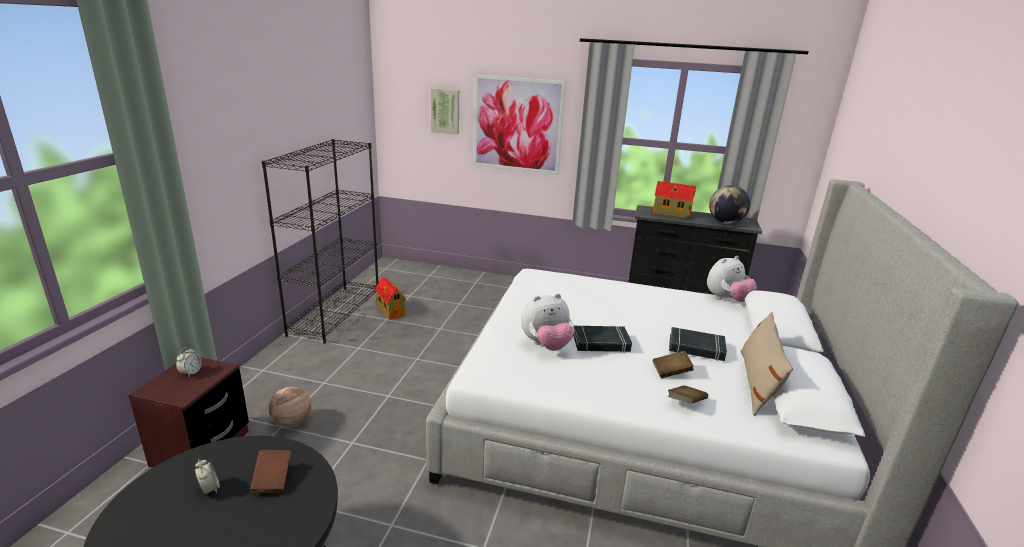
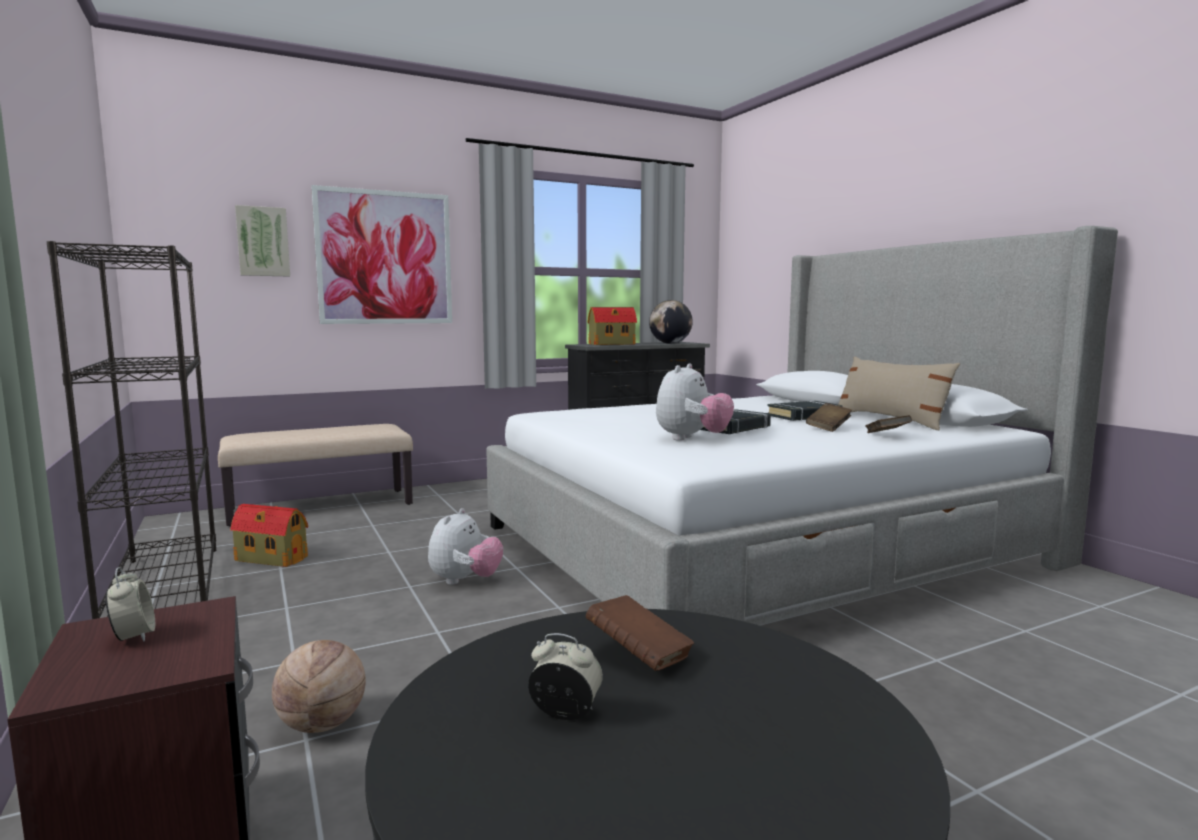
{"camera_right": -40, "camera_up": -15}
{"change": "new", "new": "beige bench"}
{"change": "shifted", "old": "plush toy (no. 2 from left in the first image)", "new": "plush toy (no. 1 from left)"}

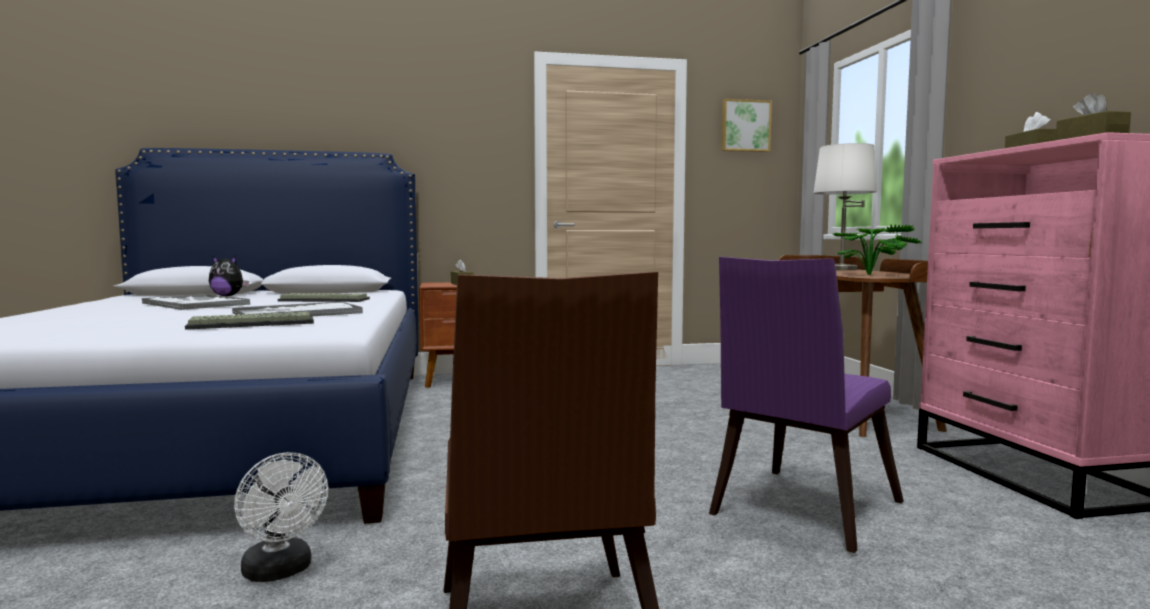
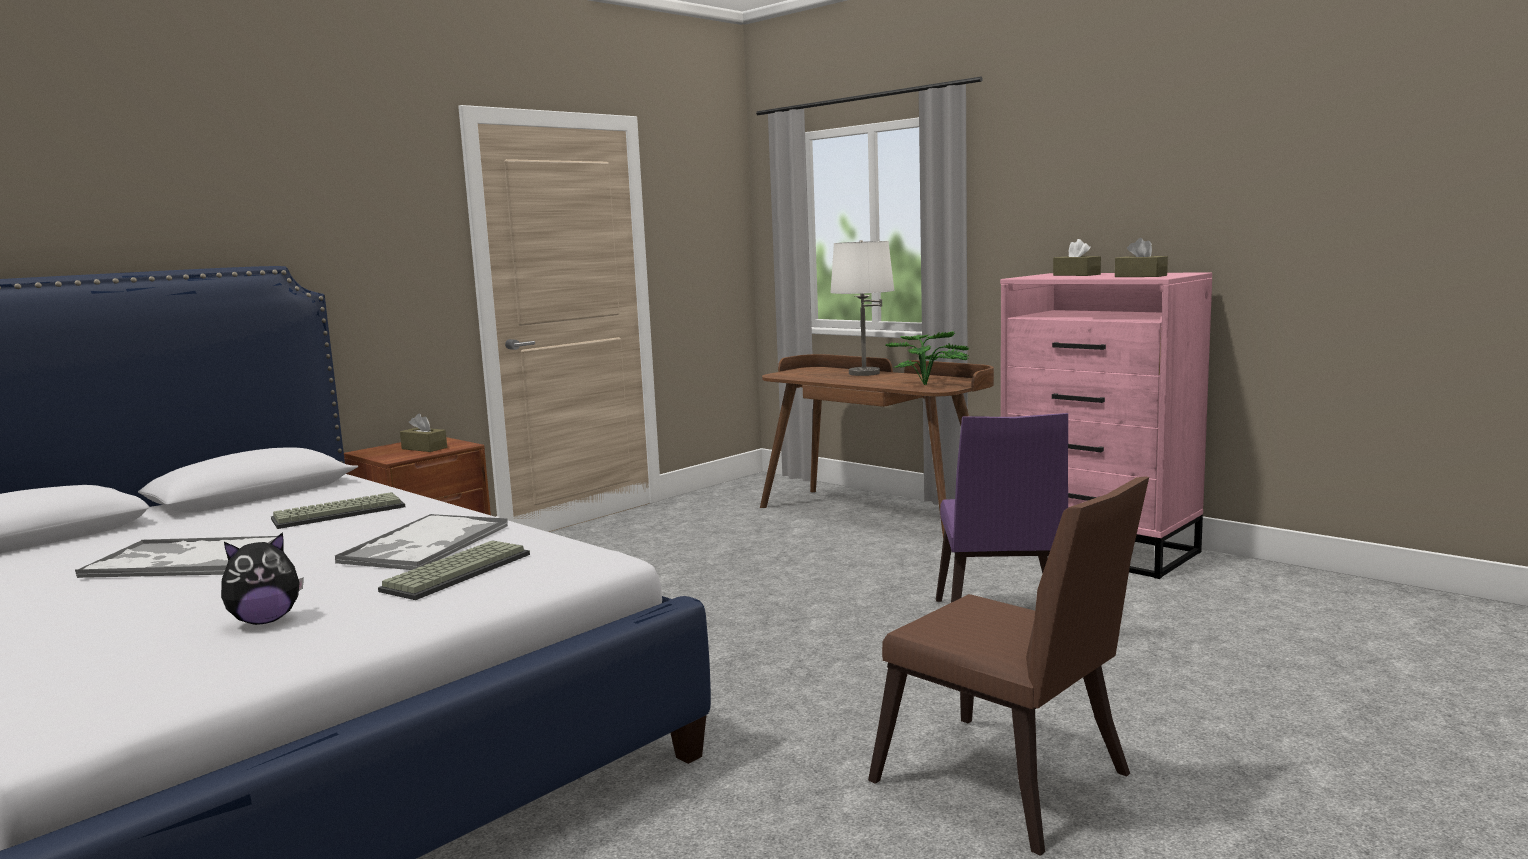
{"camera_right": -35, "camera_up": 5}
{"change": "gone", "old": "white fan"}
{"change": "gone", "old": "picture"}
{"change": "shifted", "old": "plush toy"}

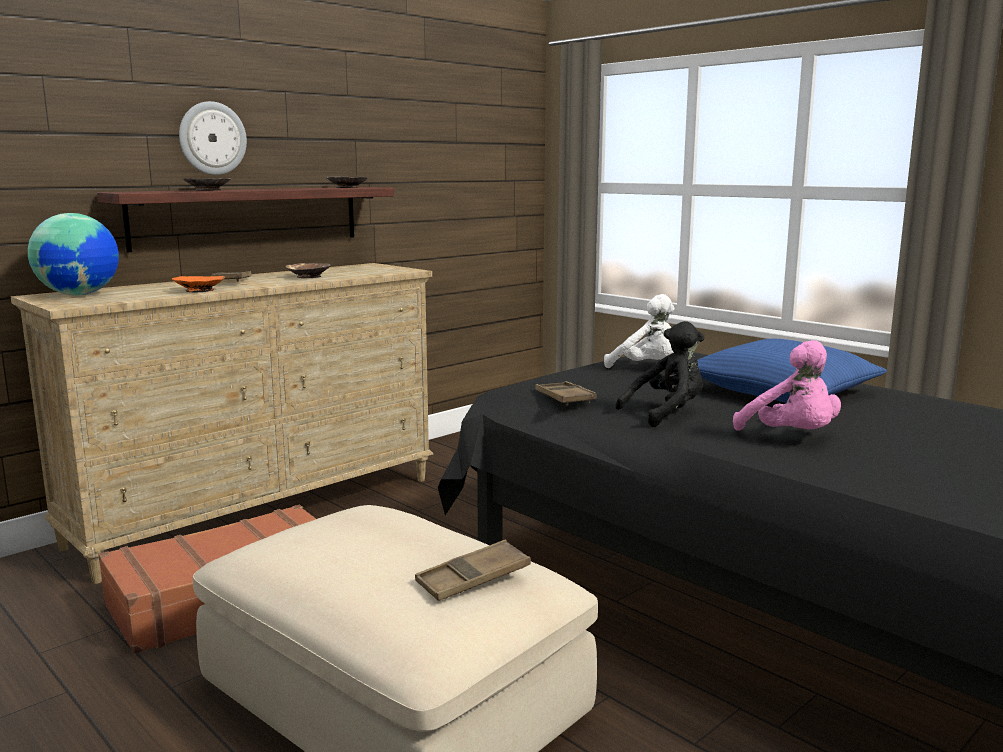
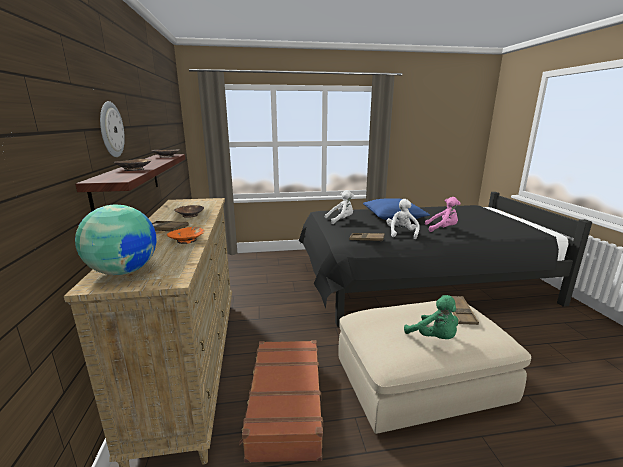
{"camera_right": -55, "camera_up": 5}
{"change": "new", "new": "green plush toy"}
{"change": "repainted", "old": "black plush toy", "new": "white plush toy (no. 2 from left)"}

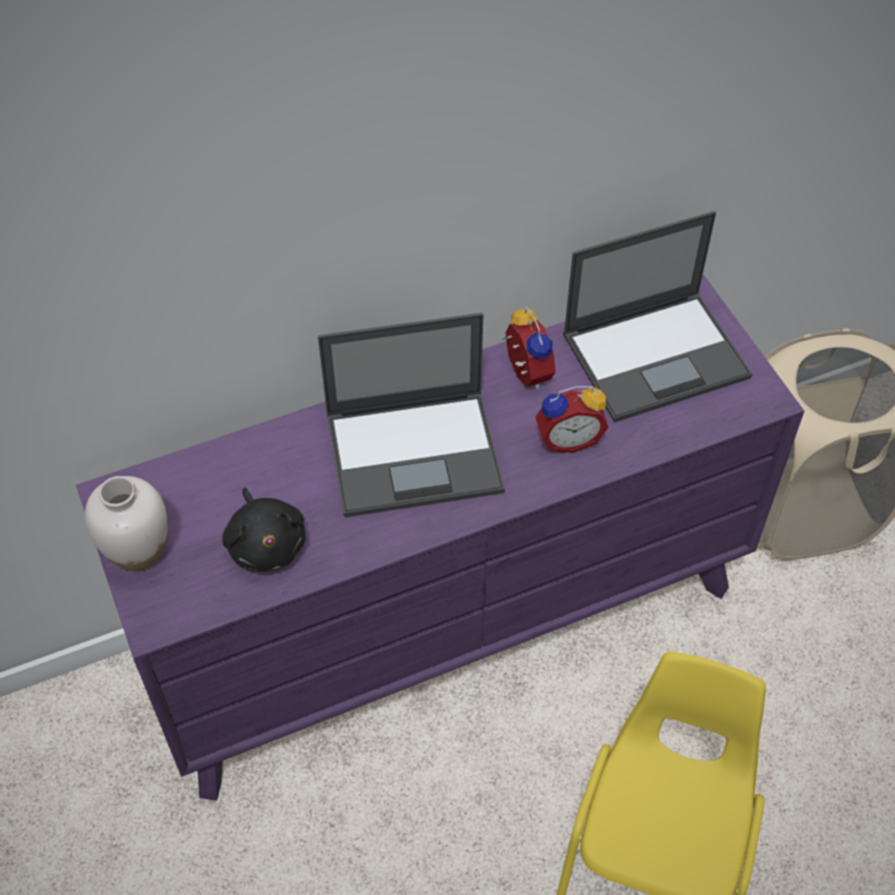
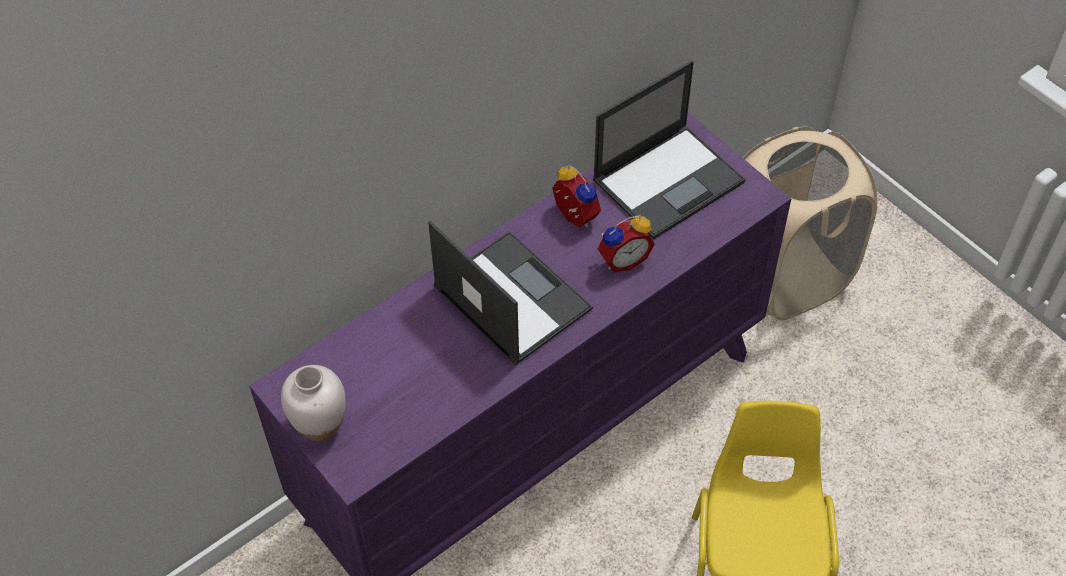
{"camera_right": -15, "camera_up": 0}
{"change": "gone", "old": "black plush toy"}
{"change": "rotated", "old": "laptop (no. 1 from left)", "degrees": -105}

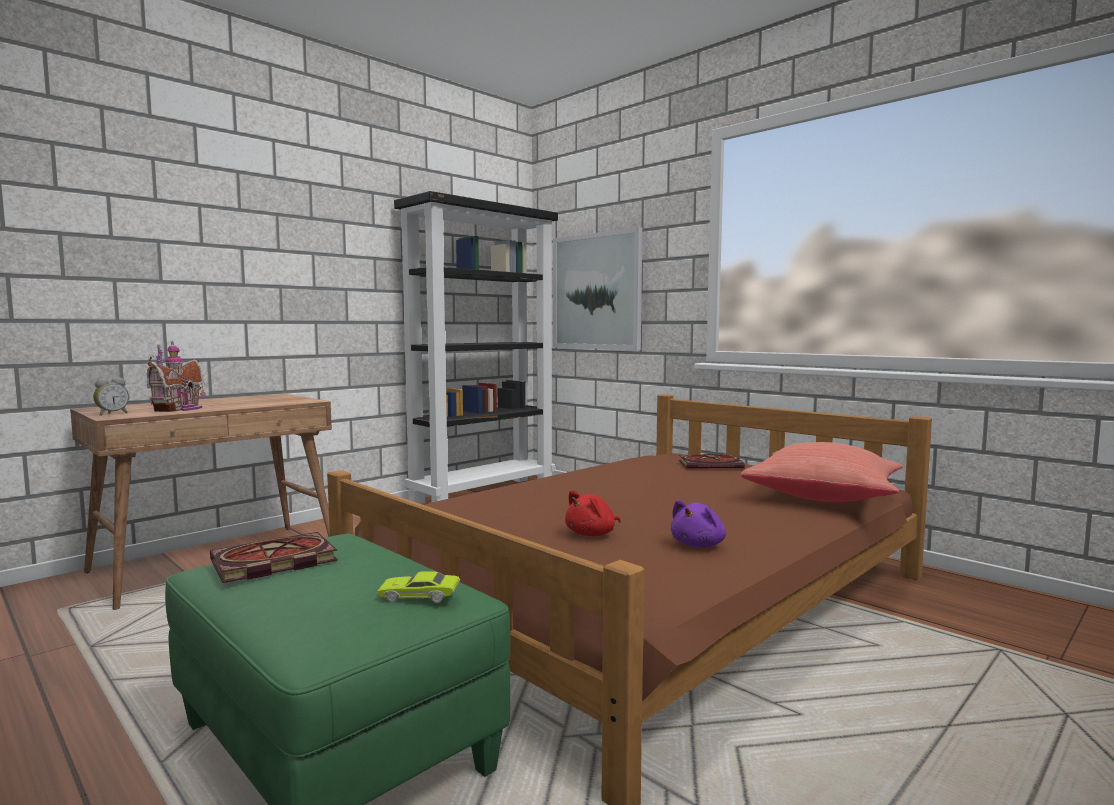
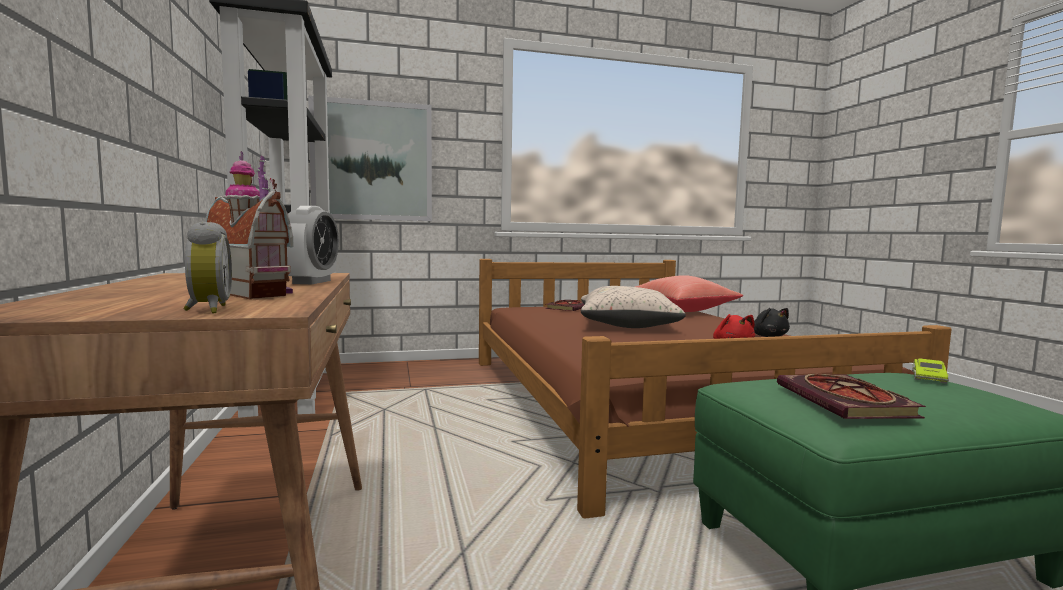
{"camera_right": -60, "camera_up": 0}
{"change": "new", "new": "alarm clock (no. 2 from left)"}
{"change": "new", "new": "beige pillow"}
{"change": "repainted", "old": "purple plush toy", "new": "black plush toy"}

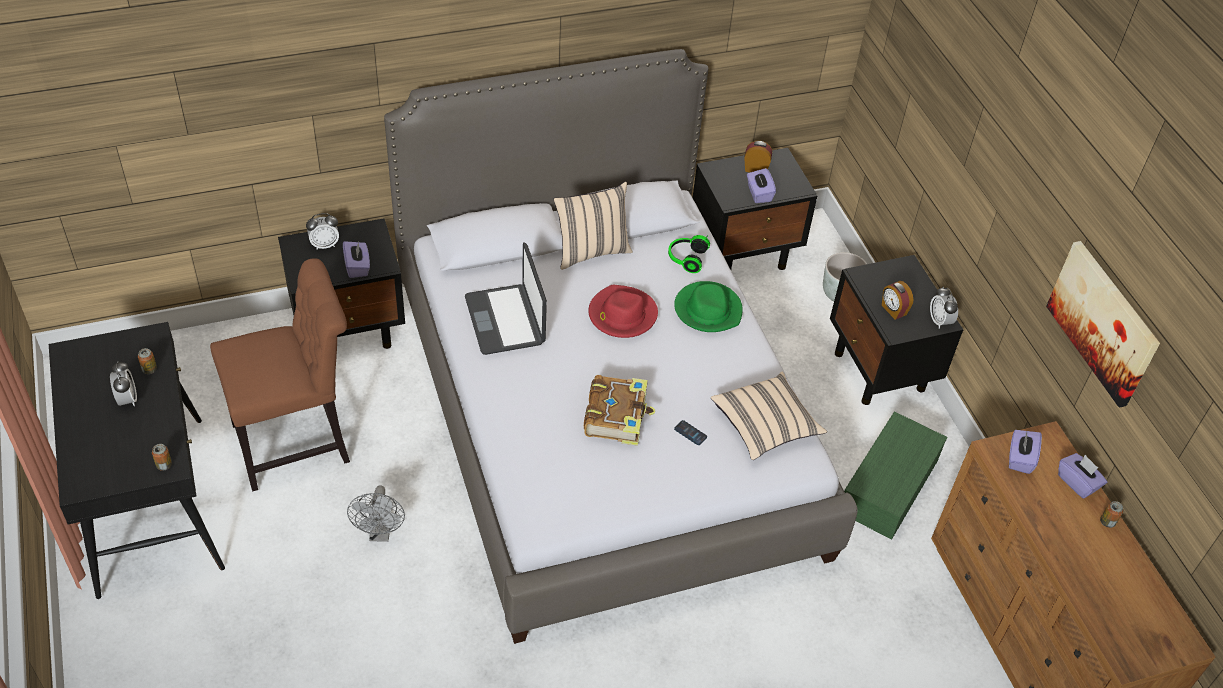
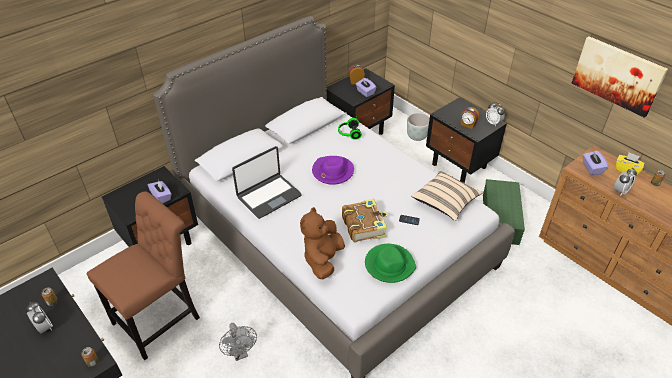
{"camera_right": -20, "camera_up": -5}
{"change": "gone", "old": "beige pillow (no. 1 from left)"}
{"change": "new", "new": "brown plush toy"}
{"change": "shifted", "old": "alarm clock (no. 2 from left in the first image)", "new": "alarm clock (no. 5 from left)"}
{"change": "shifted", "old": "green hat"}
{"change": "repainted", "old": "red hat", "new": "purple hat"}
{"change": "repainted", "old": "purple tissue box (no. 4 from left)", "new": "yellow tissue box"}
{"change": "rotated", "old": "laptop", "degrees": -90}

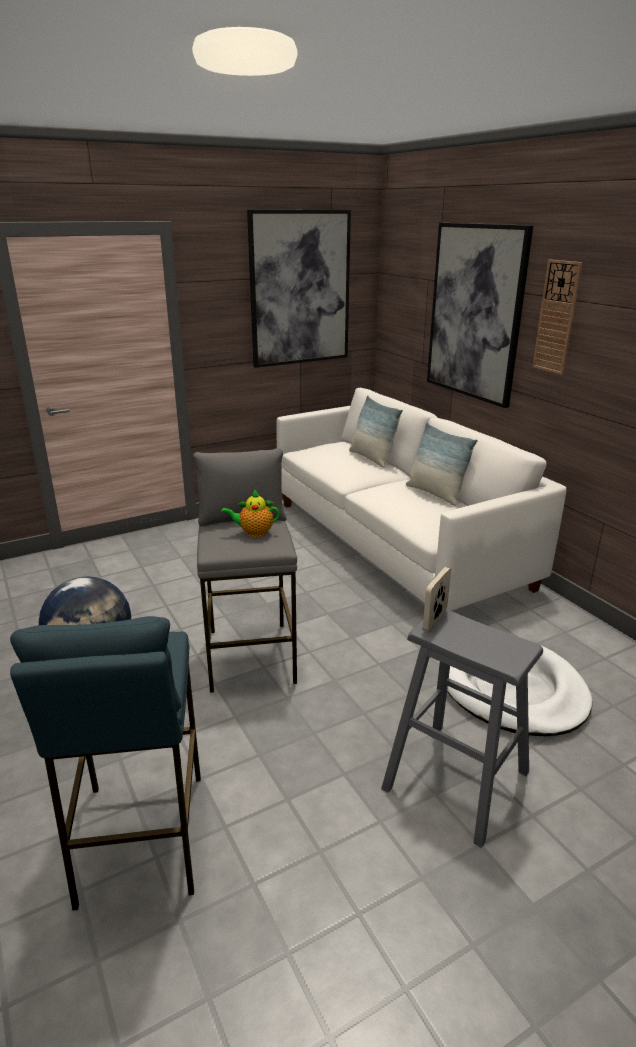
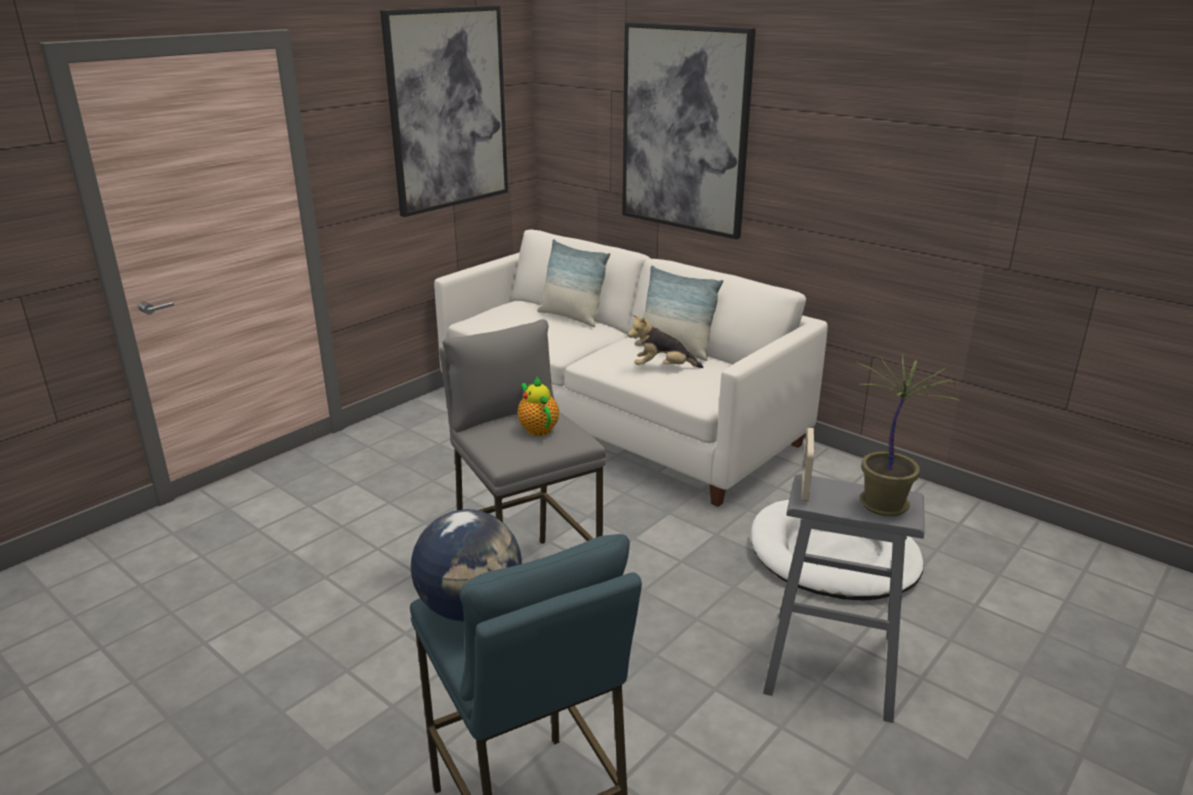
{"camera_right": -20, "camera_up": 0}
{"change": "gone", "old": "wall clock"}
{"change": "new", "new": "plush toy"}
{"change": "new", "new": "potted plant"}
{"change": "rotated", "old": "teapot", "degrees": 90}

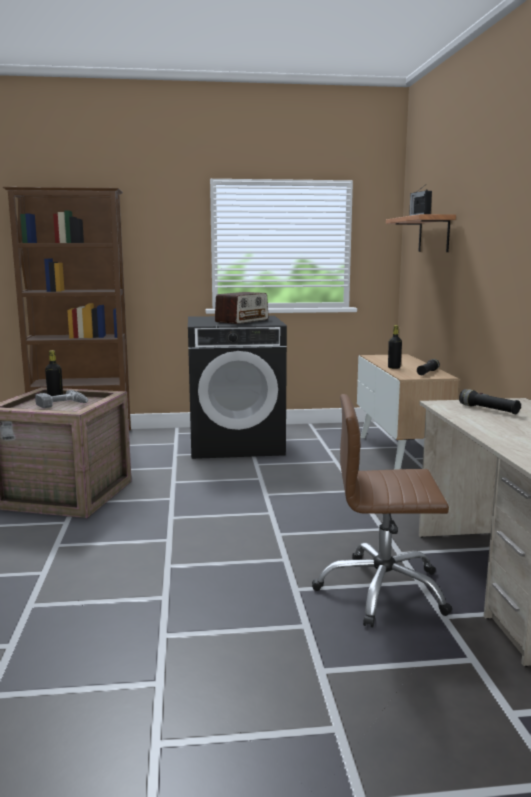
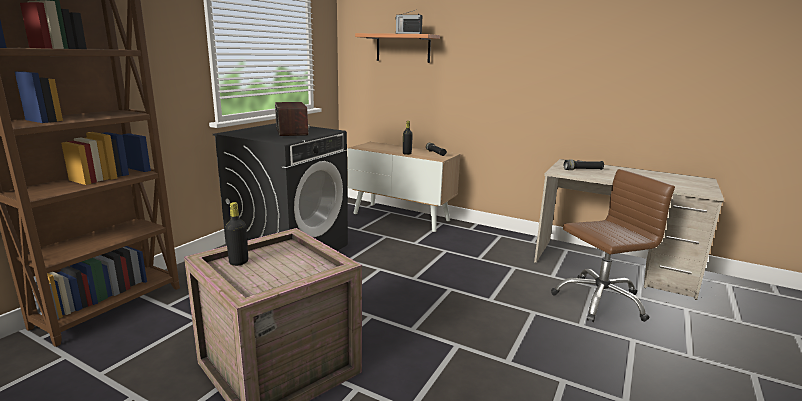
{"camera_right": -55, "camera_up": 5}
{"change": "gone", "old": "power drill"}
{"change": "rotated", "old": "brown office chair", "degrees": -150}

